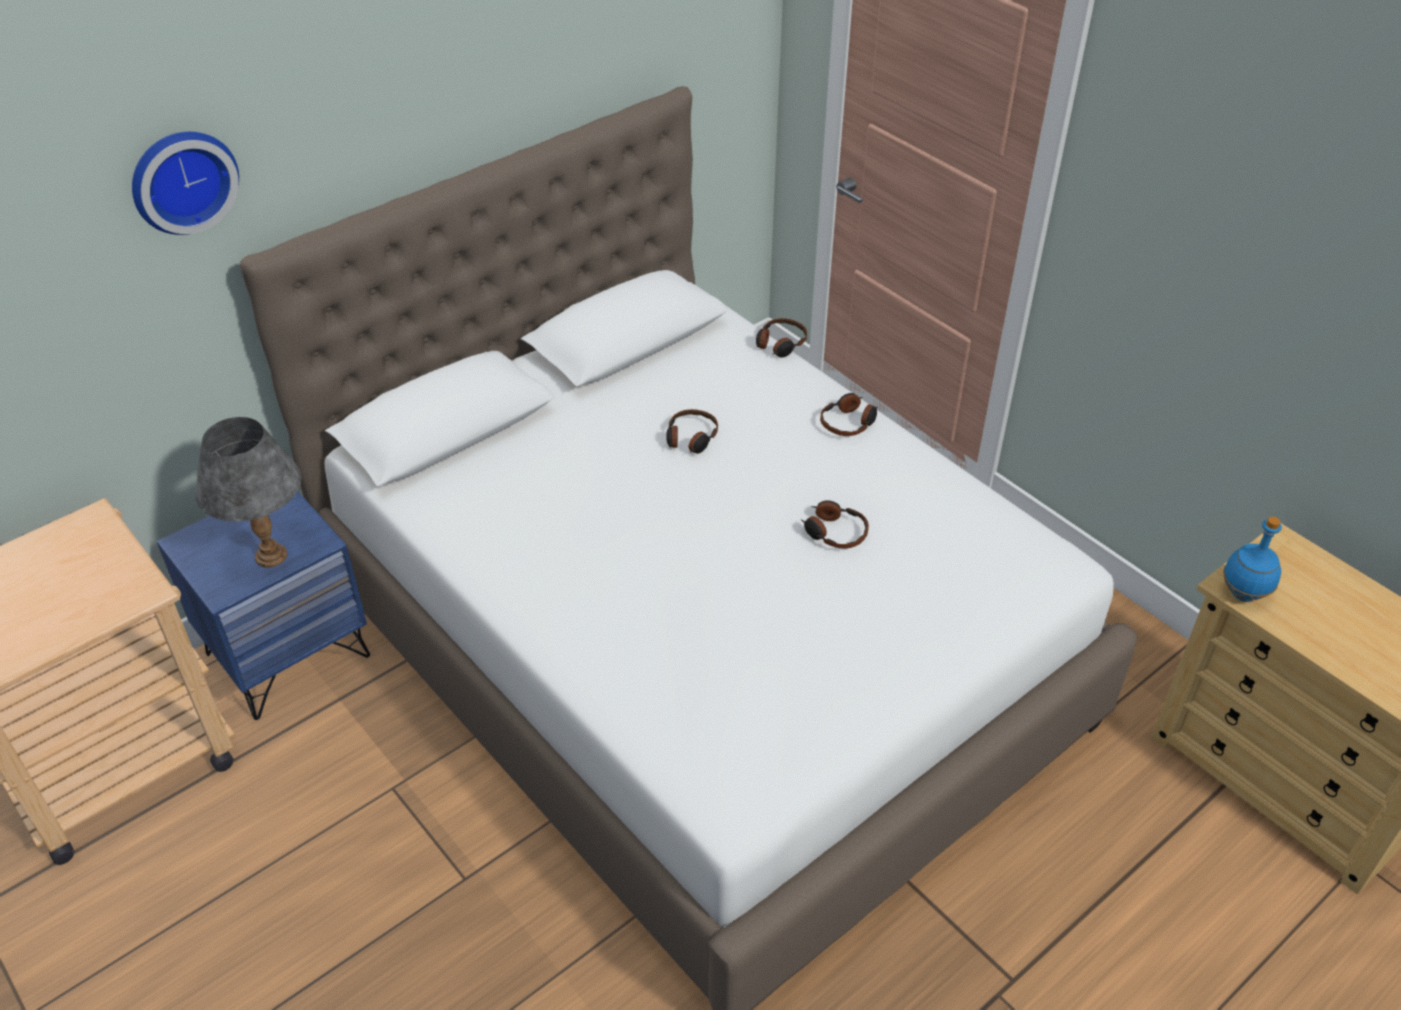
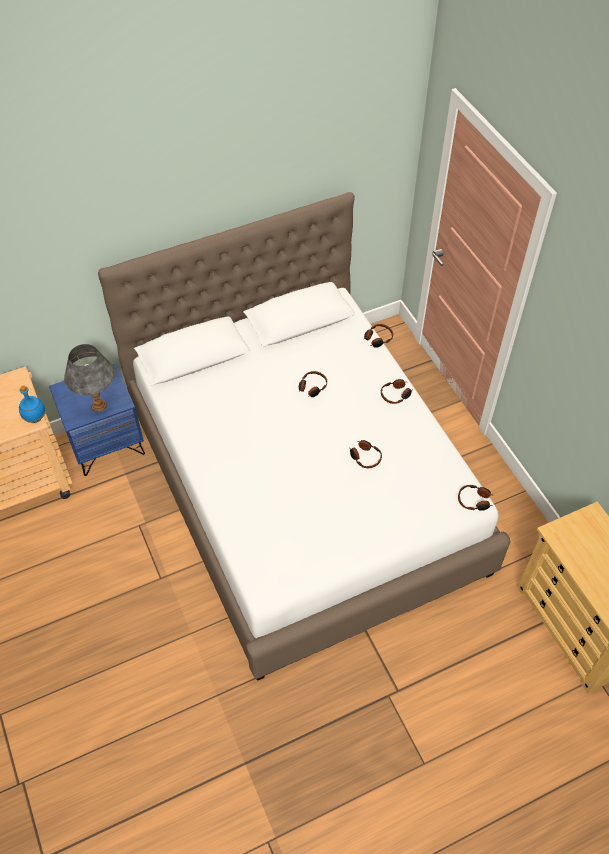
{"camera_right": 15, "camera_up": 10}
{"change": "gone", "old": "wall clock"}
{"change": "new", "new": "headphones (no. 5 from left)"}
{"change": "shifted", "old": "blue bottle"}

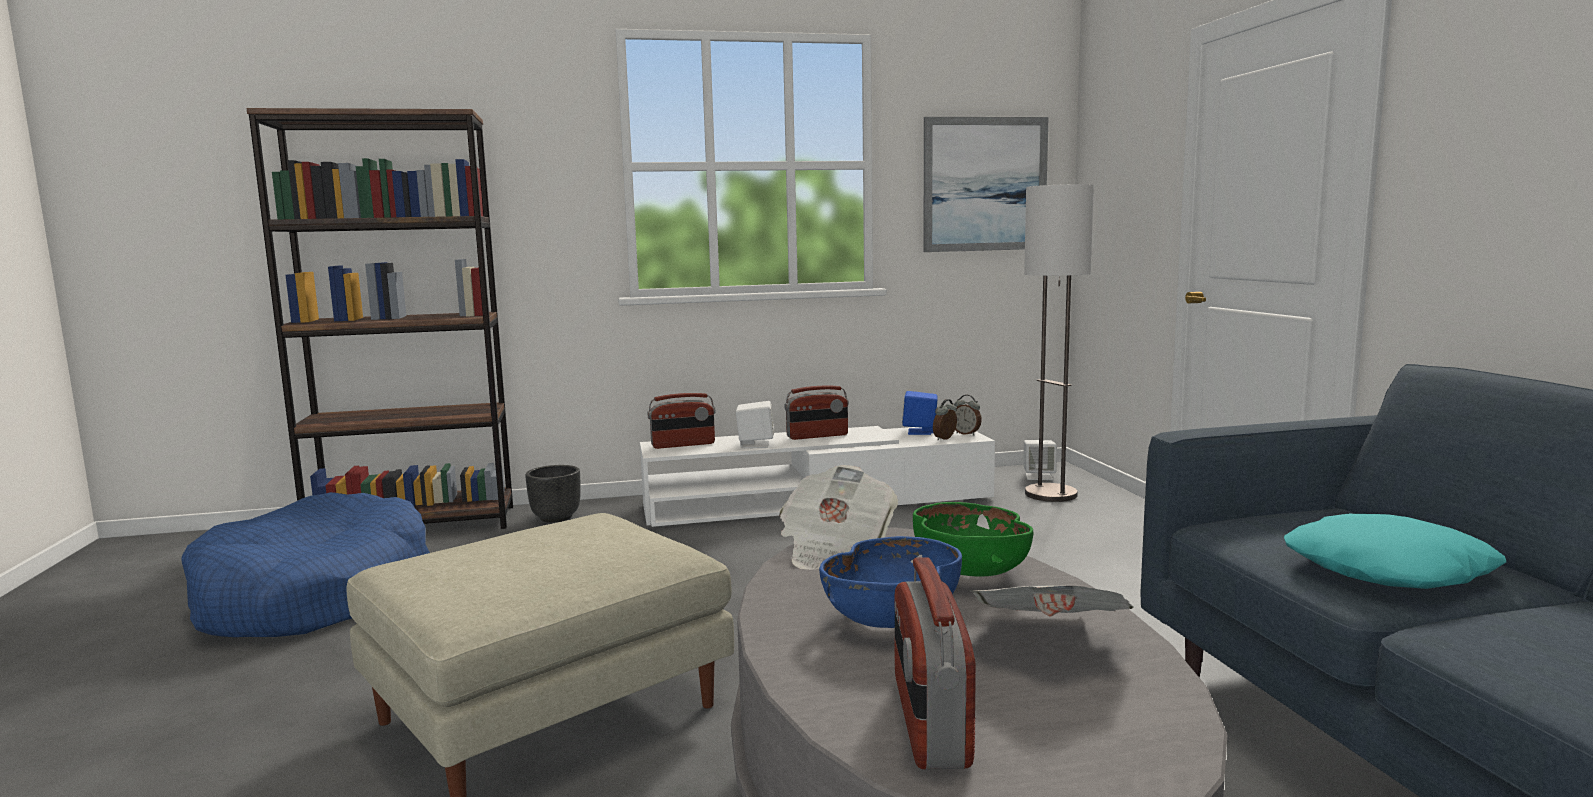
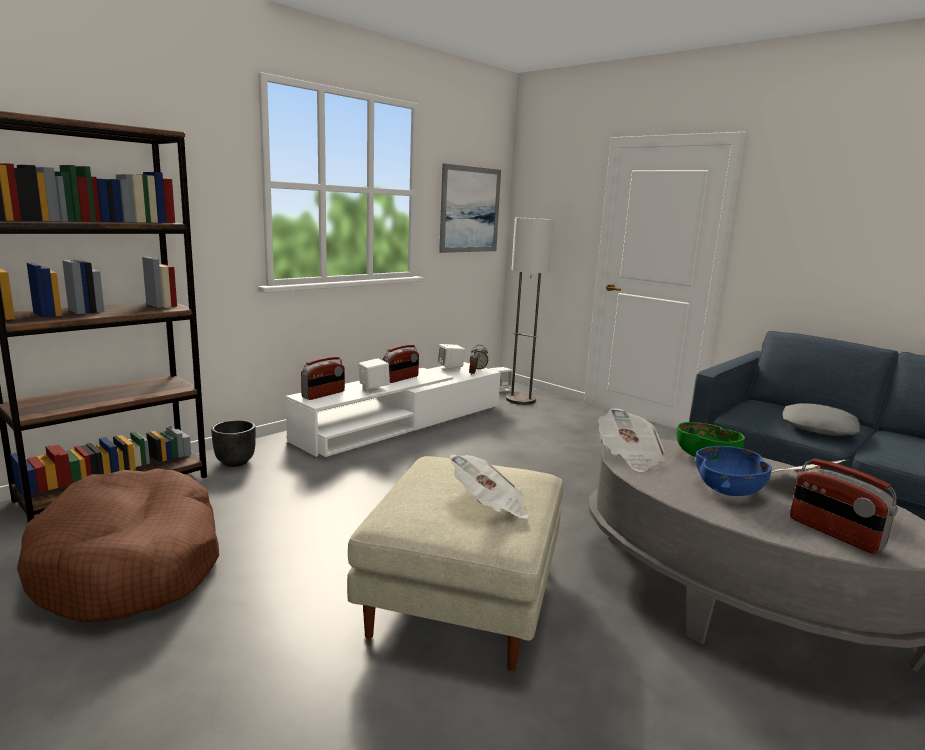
{"camera_right": -35, "camera_up": 5}
{"change": "new", "new": "newspaper (no. 1 from left)"}
{"change": "repainted", "old": "blue dog bed", "new": "brown dog bed"}
{"change": "repainted", "old": "blue speaker", "new": "white speaker (no. 2 from left)"}
{"change": "repainted", "old": "turquoise pillow", "new": "grey pillow"}

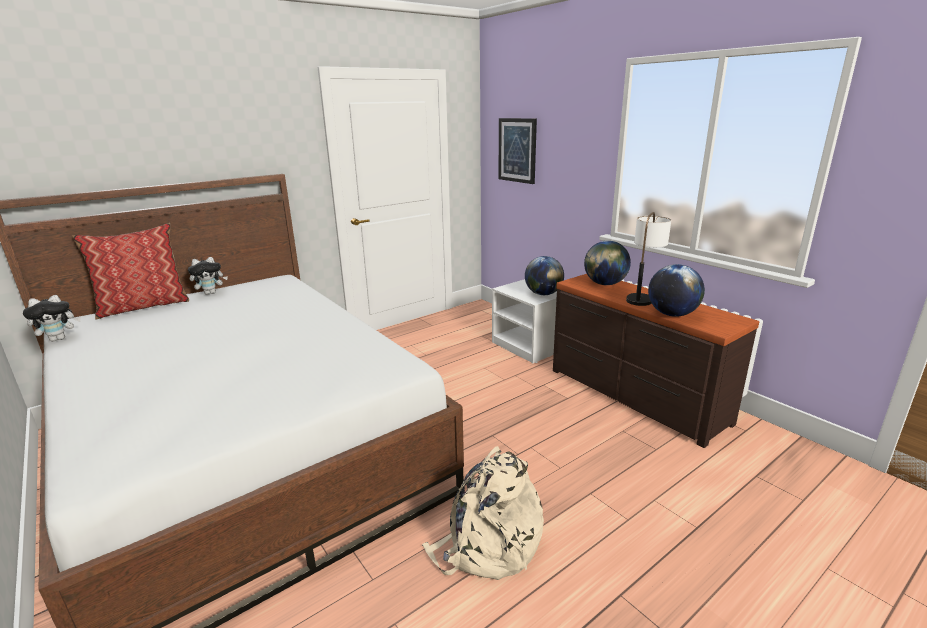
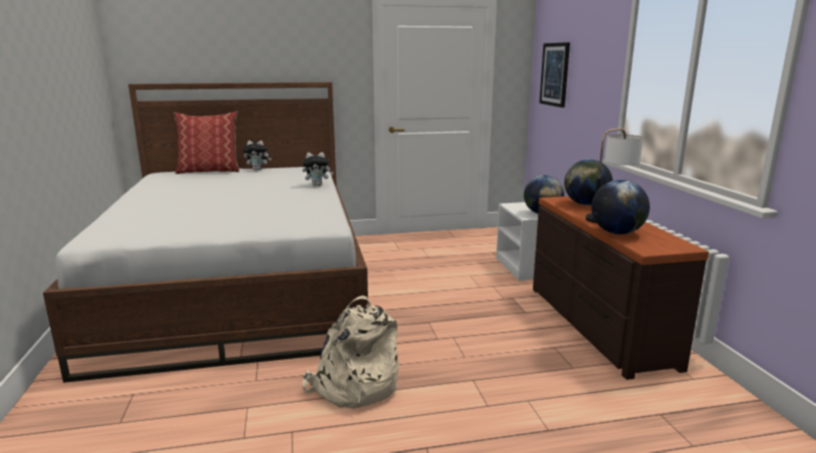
{"camera_right": 25, "camera_up": -5}
{"change": "shifted", "old": "plush toy (no. 1 from left in the first image)", "new": "plush toy (no. 2 from left)"}

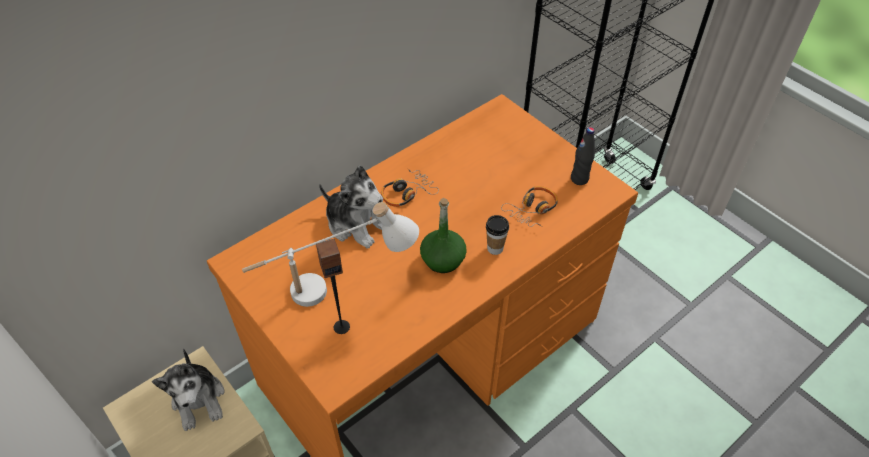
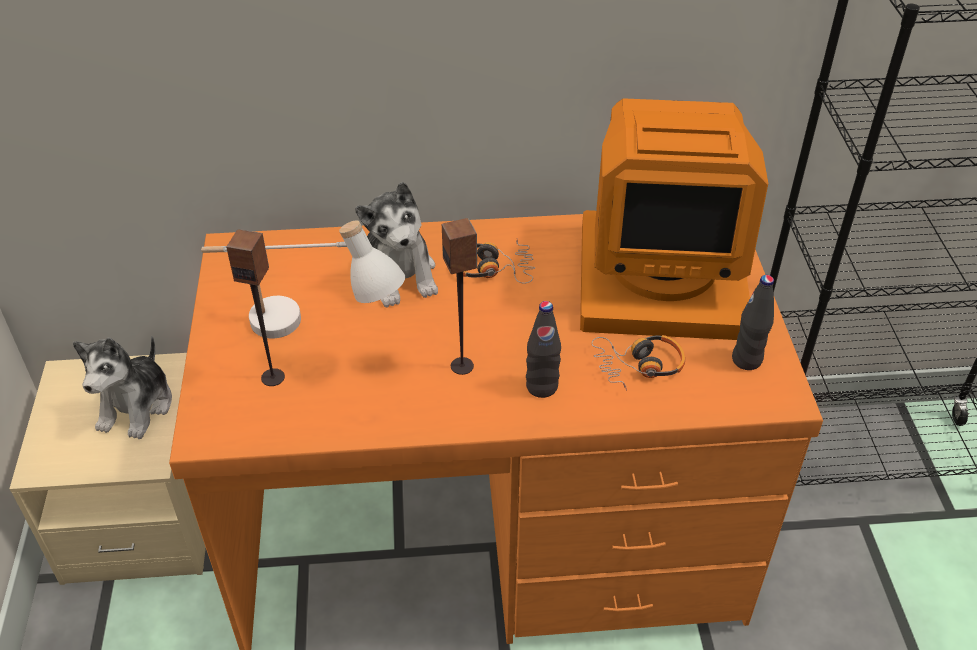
{"camera_right": 35, "camera_up": -5}
{"change": "new", "new": "monitor"}
{"change": "swapped", "old": "green bottle", "new": "speaker (no. 2 from left)"}
{"change": "swapped", "old": "cup", "new": "black bottle (no. 1 from left)"}

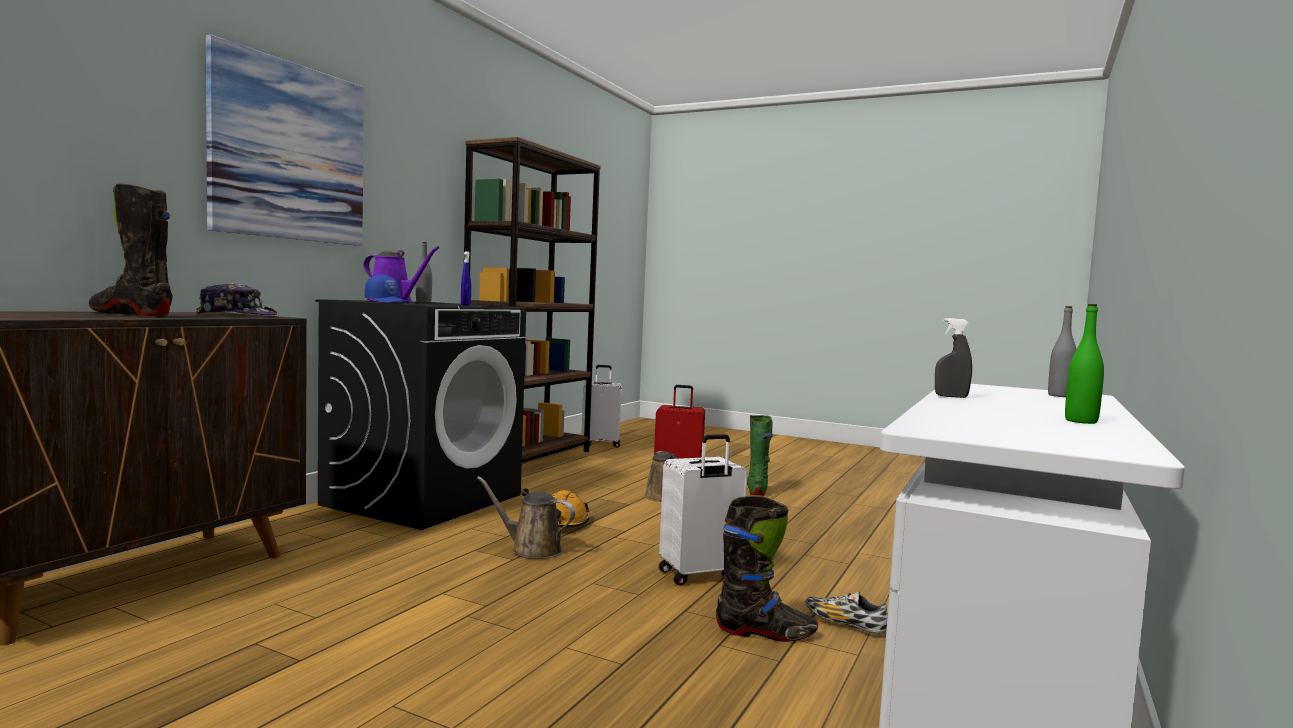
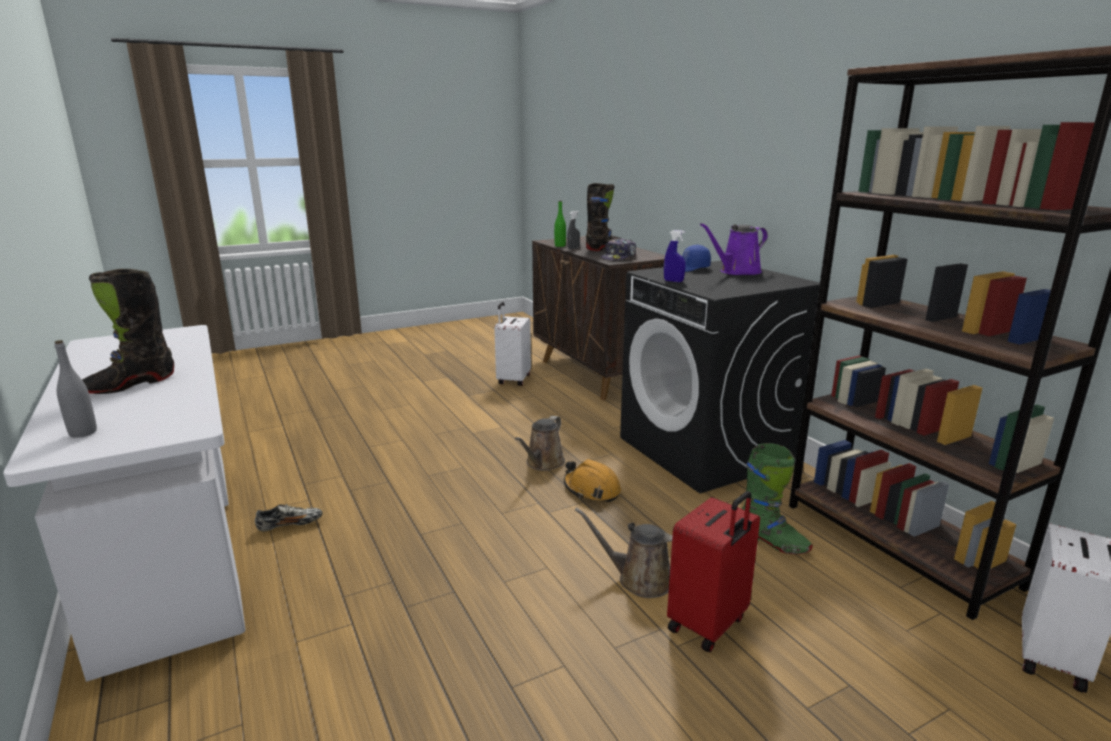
{"camera_right": 125, "camera_up": 15}
{"change": "gone", "old": "picture"}
{"change": "gone", "old": "grey bottle (no. 1 from left)"}
{"change": "shifted", "old": "white suitcase (no. 2 from left in the first image)", "new": "white suitcase (no. 1 from left)"}
{"change": "shifted", "old": "black boot (no. 2 from left in the first image)", "new": "black boot (no. 1 from left)"}
{"change": "shifted", "old": "green boot"}
{"change": "shifted", "old": "grey spray bottle"}
{"change": "shifted", "old": "green bottle"}
{"change": "rotated", "old": "brown watering can (no. 1 from left)", "degrees": 150}

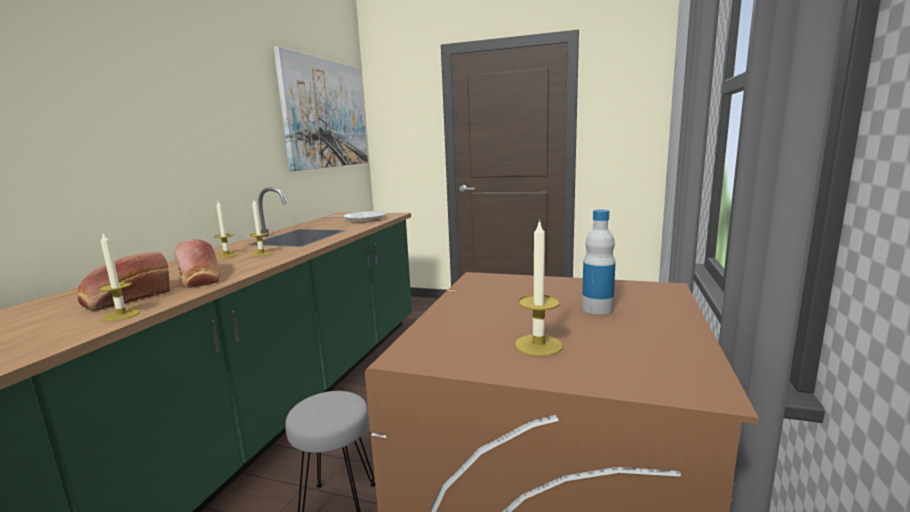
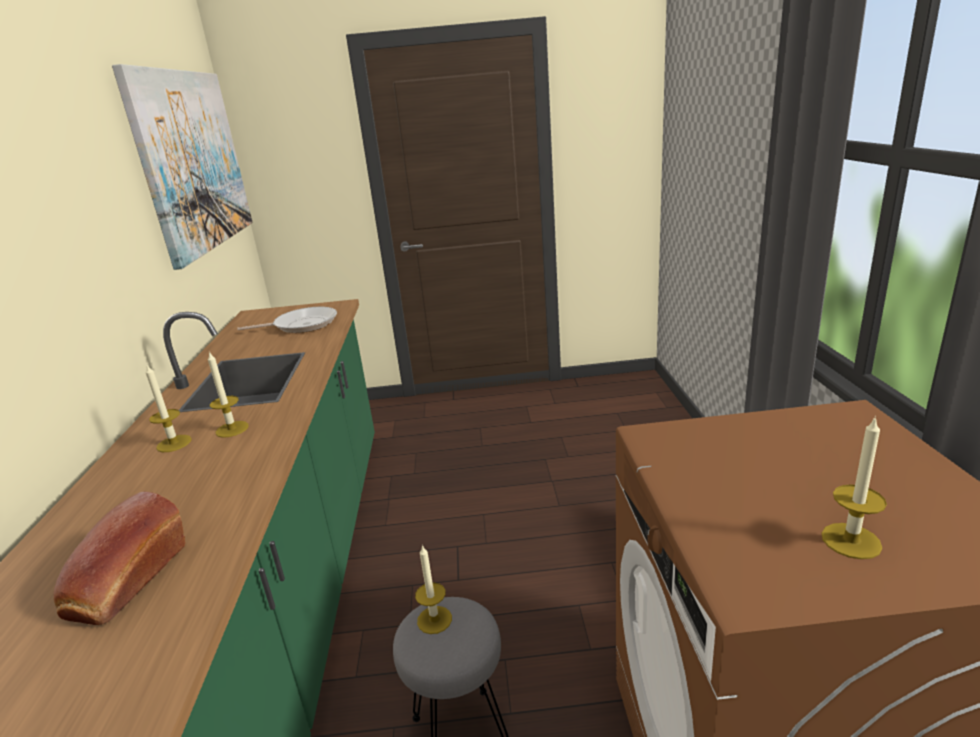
{"camera_right": -20, "camera_up": 10}
{"change": "gone", "old": "bread (no. 2 from left)"}
{"change": "gone", "old": "bottle"}
{"change": "shifted", "old": "candle (no. 1 from left in the first image)", "new": "candle (no. 3 from left)"}

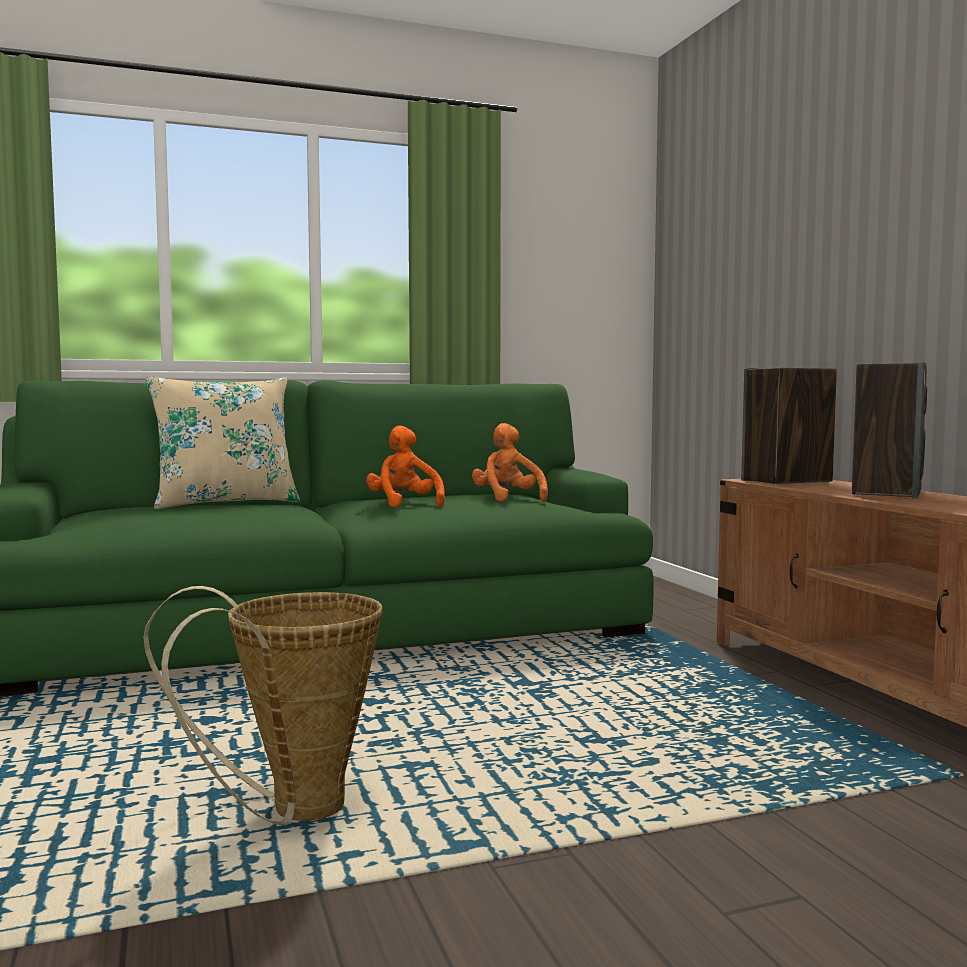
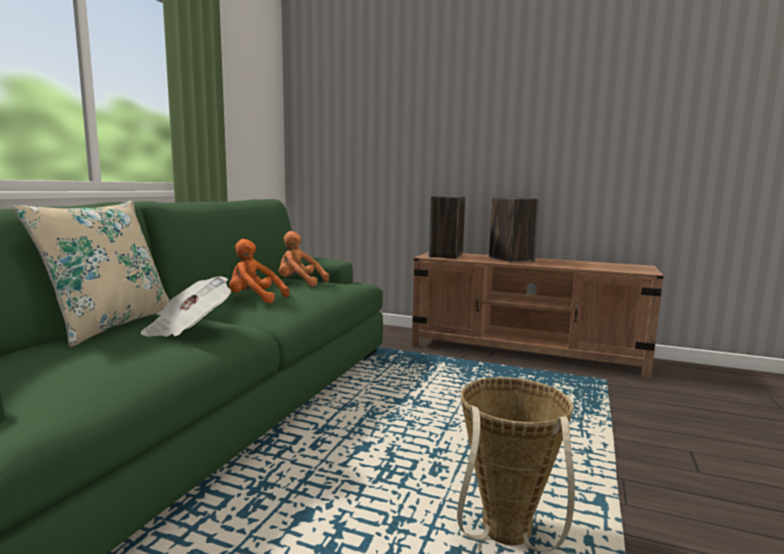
{"camera_right": -50, "camera_up": 5}
{"change": "new", "new": "newspaper"}

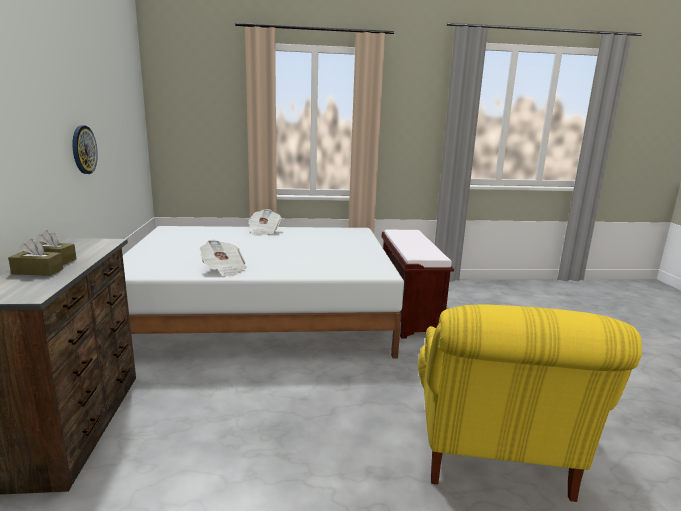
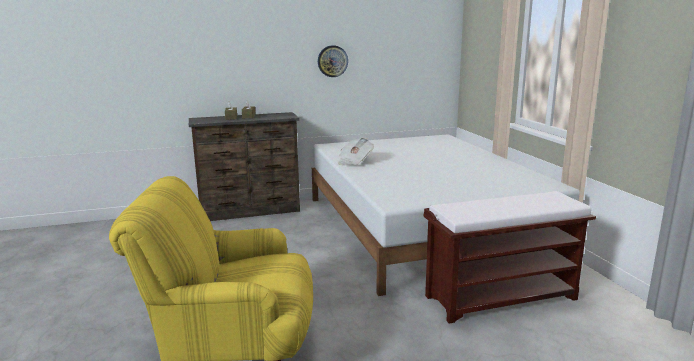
{"camera_right": 80, "camera_up": 0}
{"change": "gone", "old": "newspaper (no. 2 from left)"}

